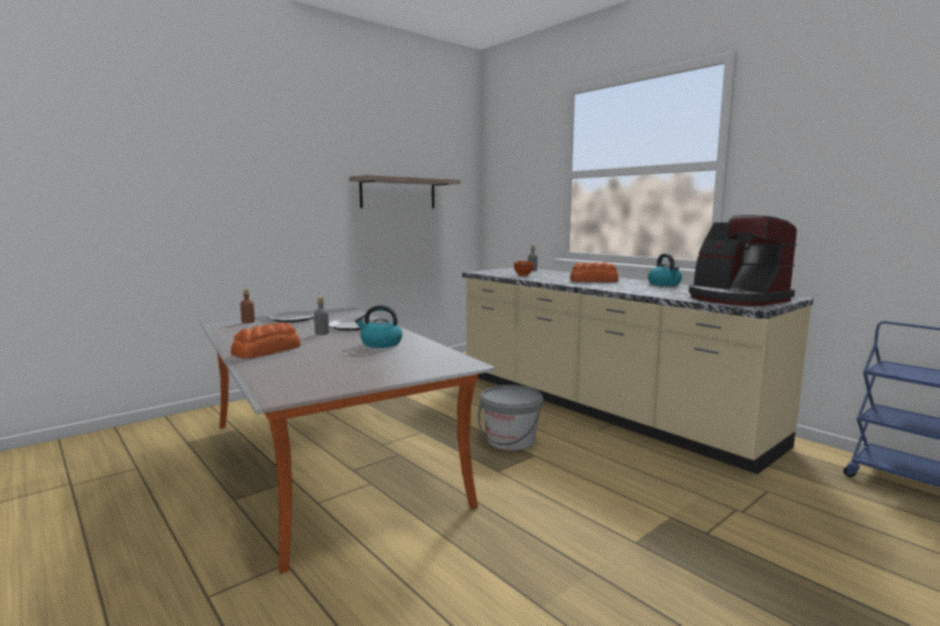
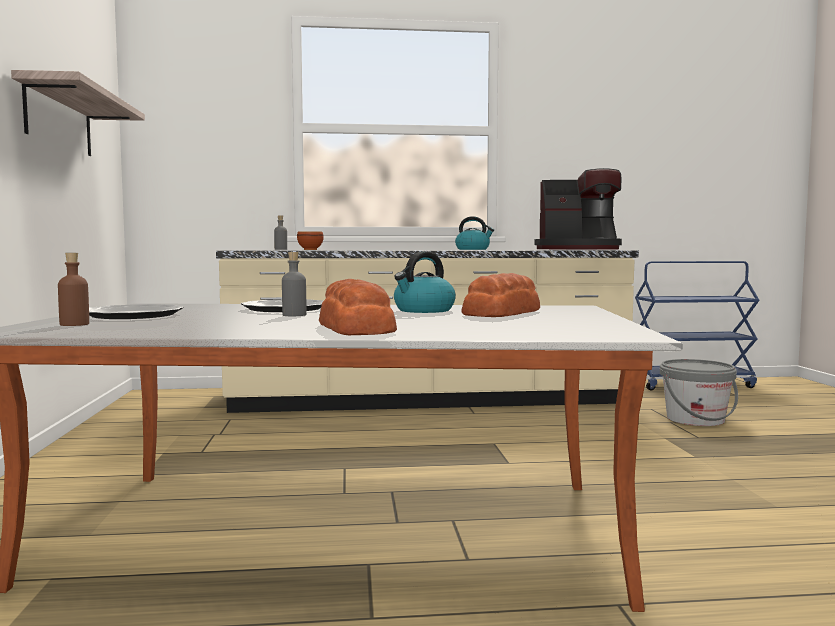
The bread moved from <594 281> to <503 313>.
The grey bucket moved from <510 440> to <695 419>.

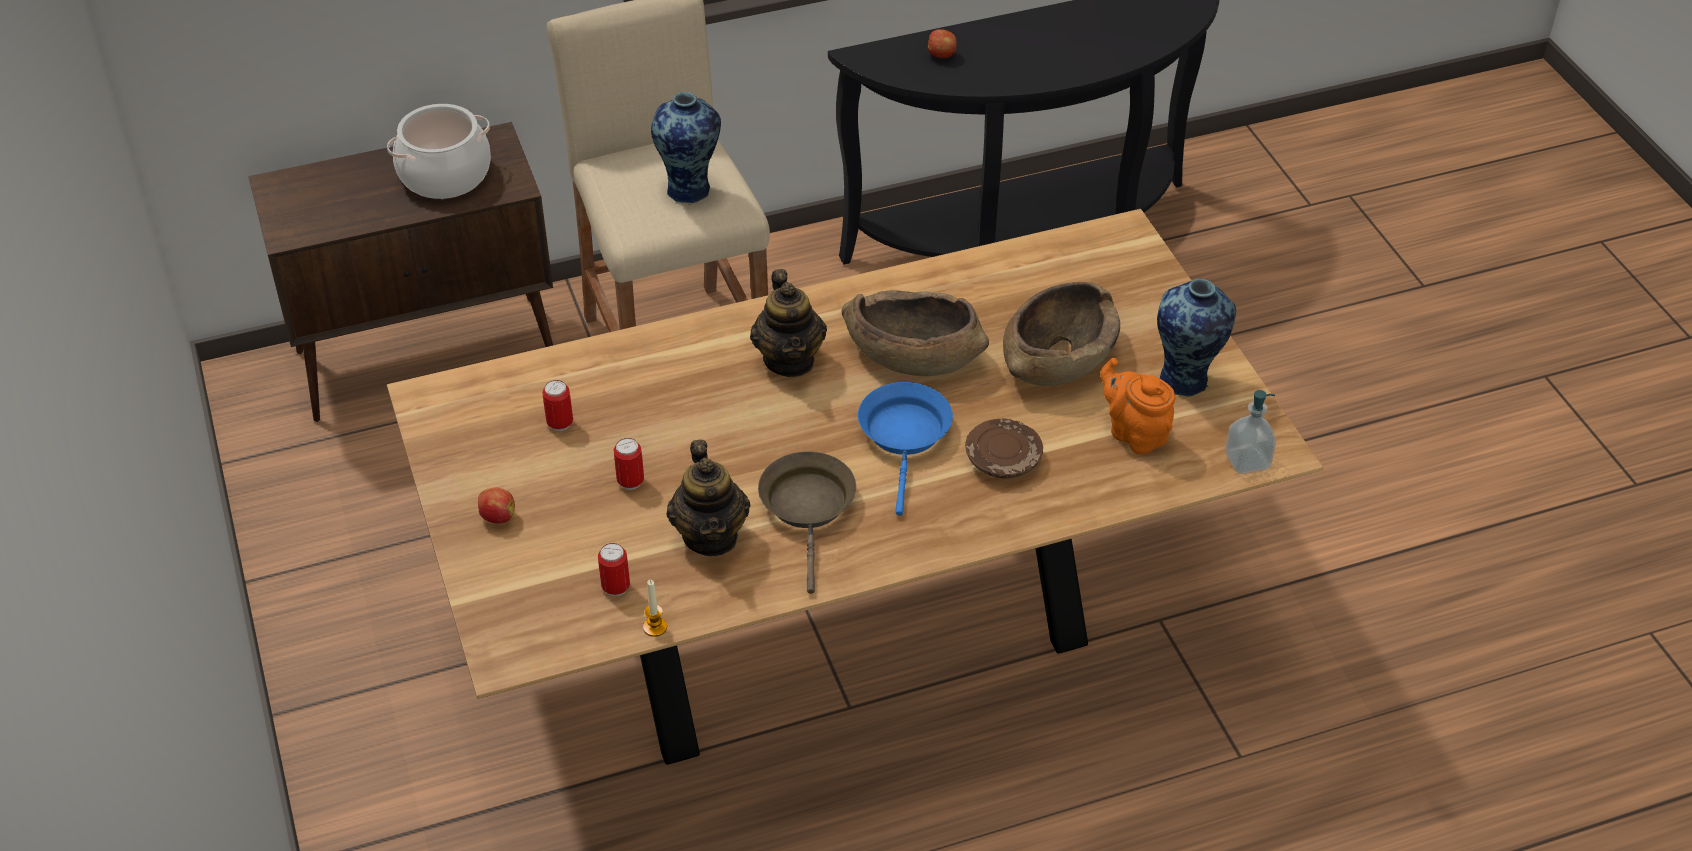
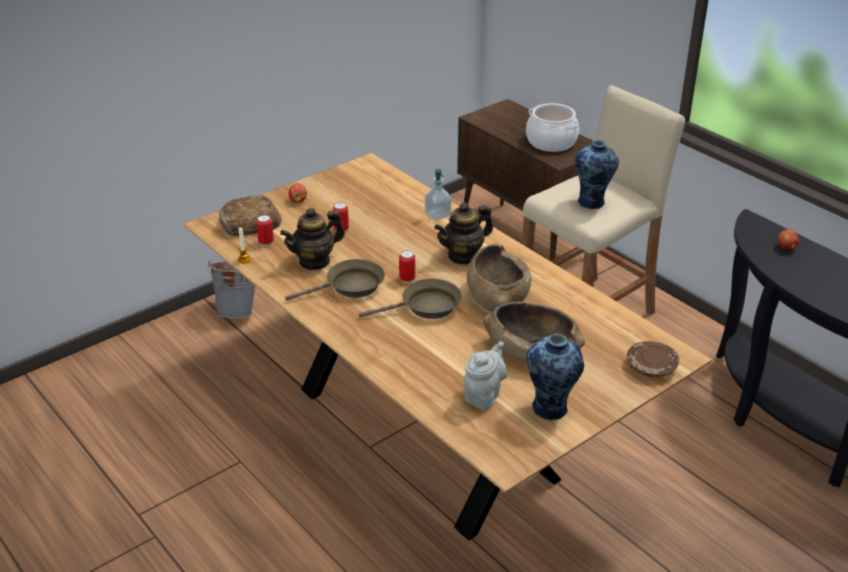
The grey bucket at <238 311> appeared.
The bread at <249 223> appeared.
The blue frying pan at <905 436> became the brown frying pan at <426 307>.
The can moved from <560 423> to <407 279>.
The soap dispenser moved from <1247 461> to <437 215>.
The orange teapot at <1134 433> became the grey teapot at <484 395>.
The brown plate moved from <1003 459> to <651 367>.

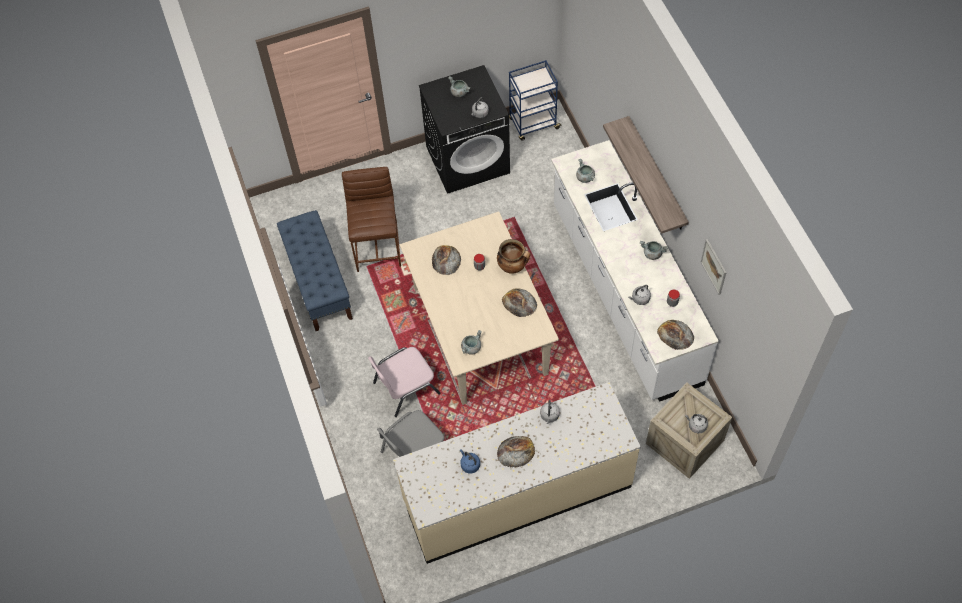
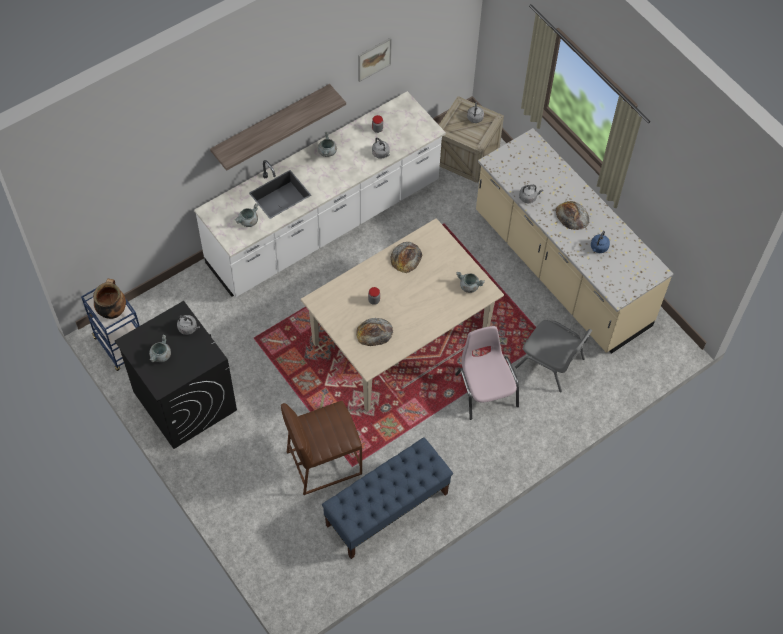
The cooking pot moved from <513 266> to <112 310>.
The pink chair at <405 388> turned 150 degrees counterclockwise.
The bread at <675 334> disappeared.

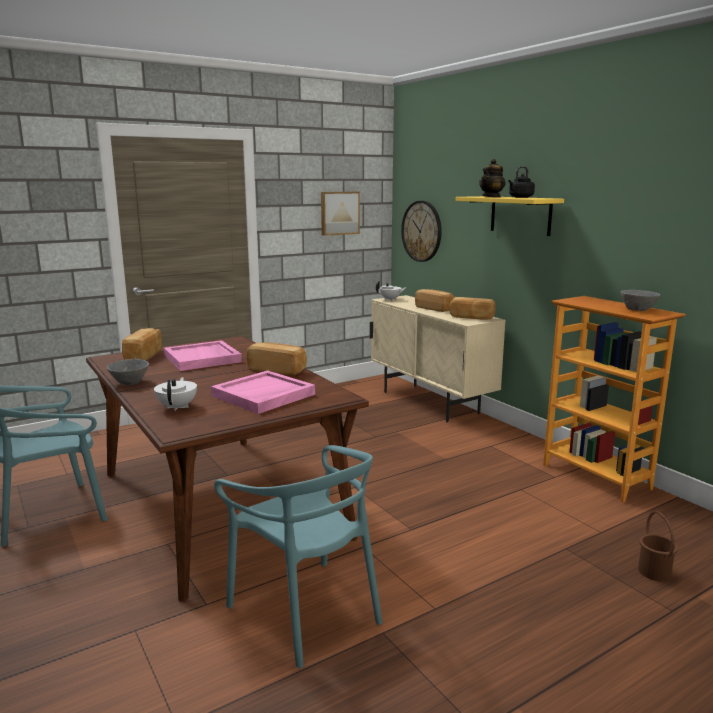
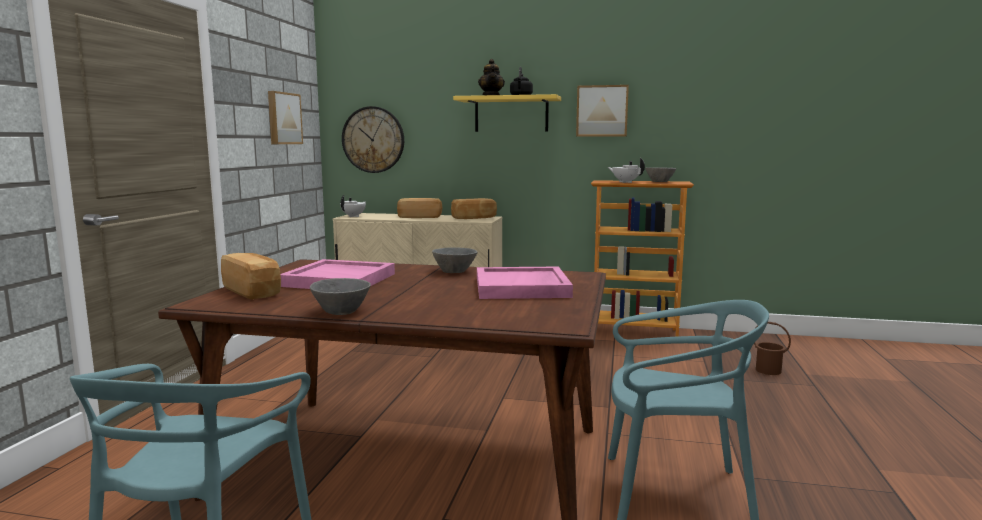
The bread at <277 370> was replaced by the grey bowl at <456 271>.
The picture at <602 111> appeared.
The white teapot moved from <177 407> to <625 182>.

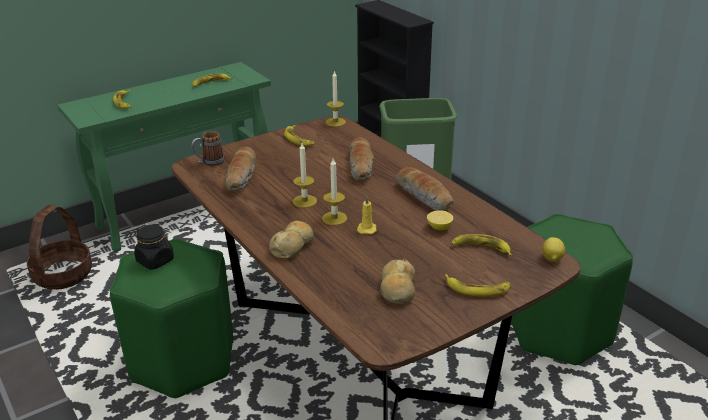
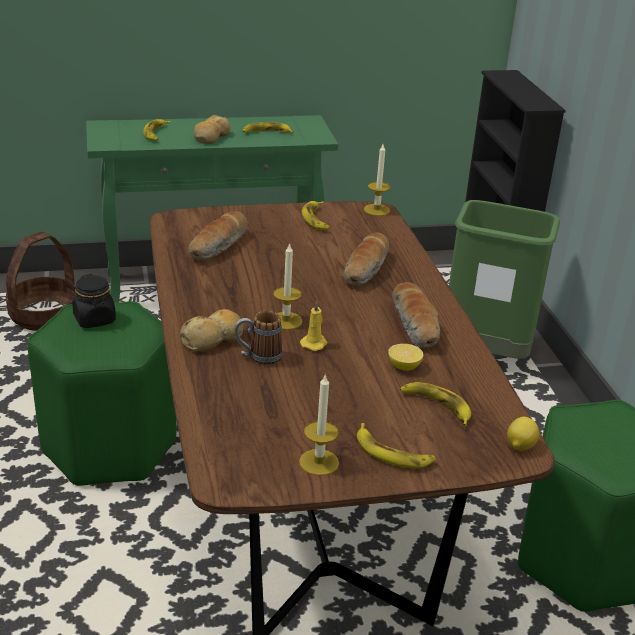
The bread moved from <397 289> to <211 137>.
The mug moved from <209 163> to <258 357>.
The candle moved from <304 201> to <319 462>.

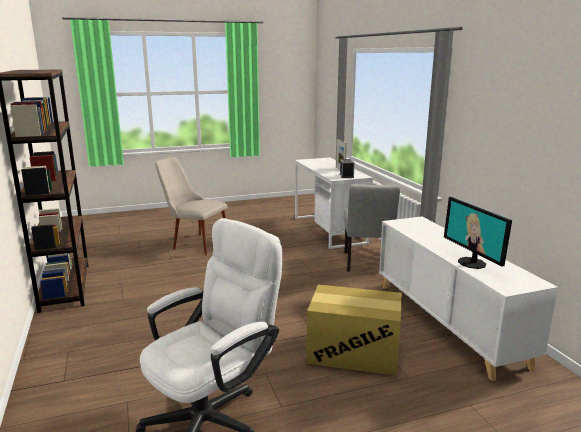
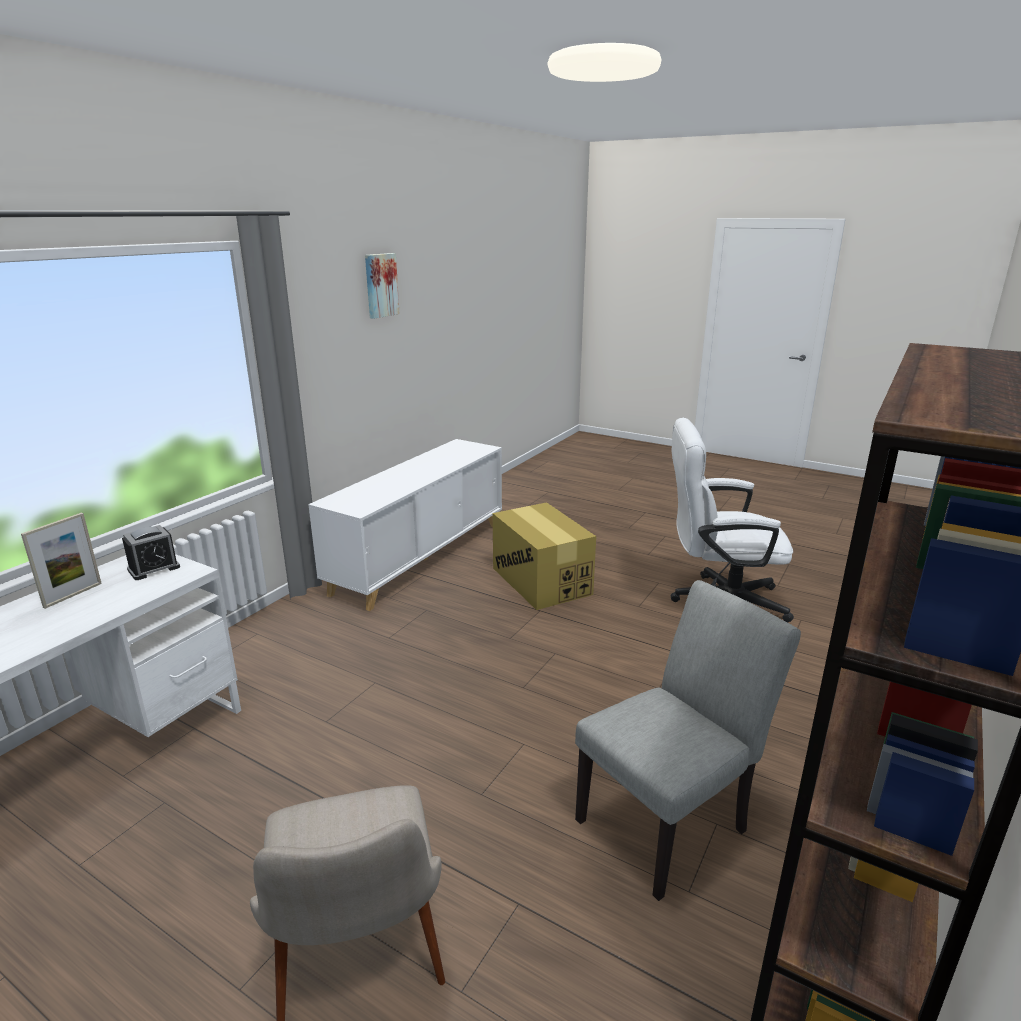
The picture at <380 285> appeared.
The grey chair moved from <367 264> to <671 820>.
The monitor at <472 263> disappeared.

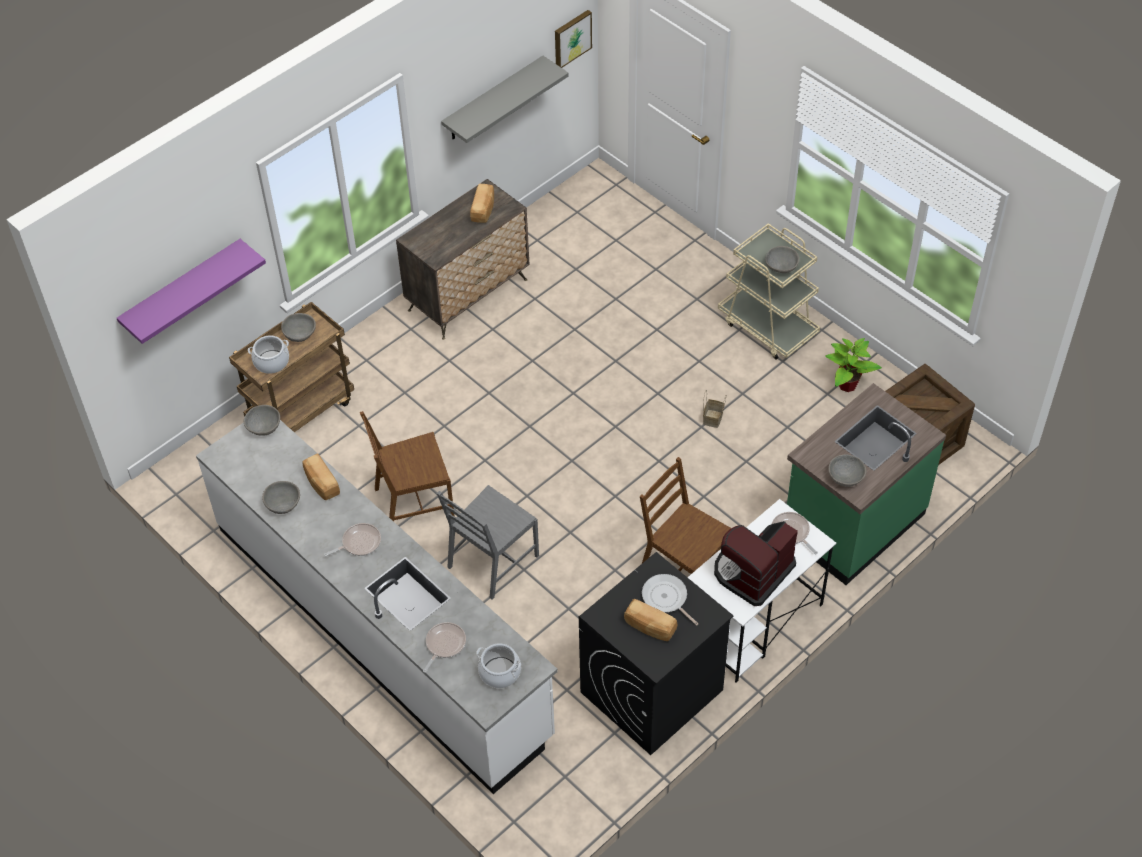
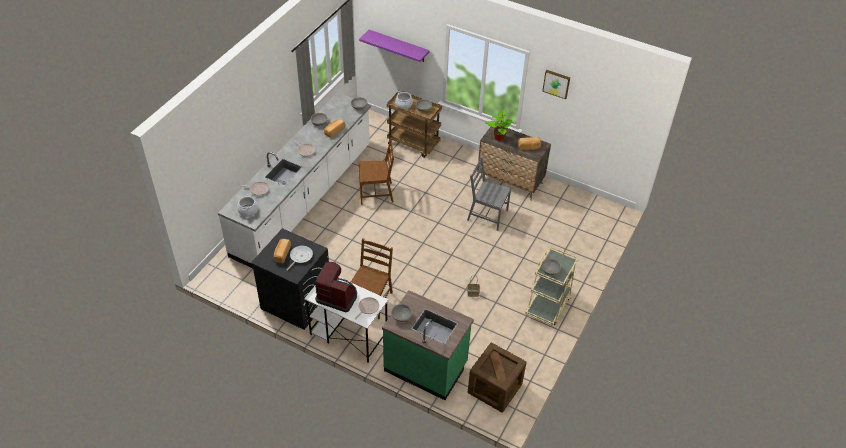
The brown chair at <413 502> turned 120 degrees clockwise.
The grey chair moved from <492 561> to <487 215>.
The potted plant moved from <846 385> to <499 137>.
The picture moved from <571 38> to <556 83>.
The grey shelf at <493 99> disappeared.

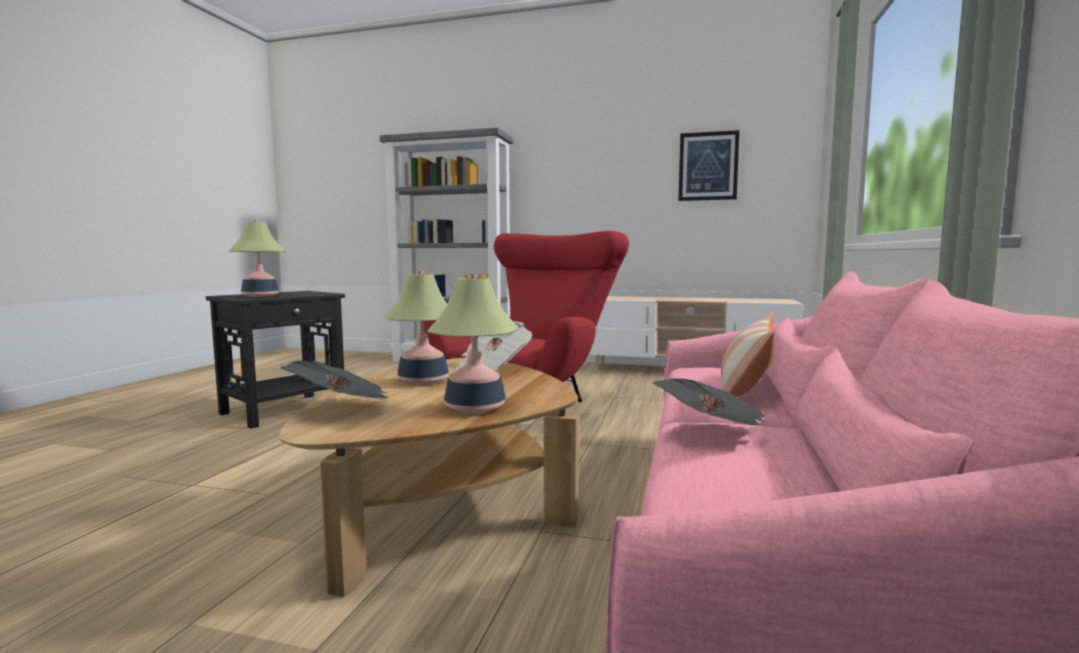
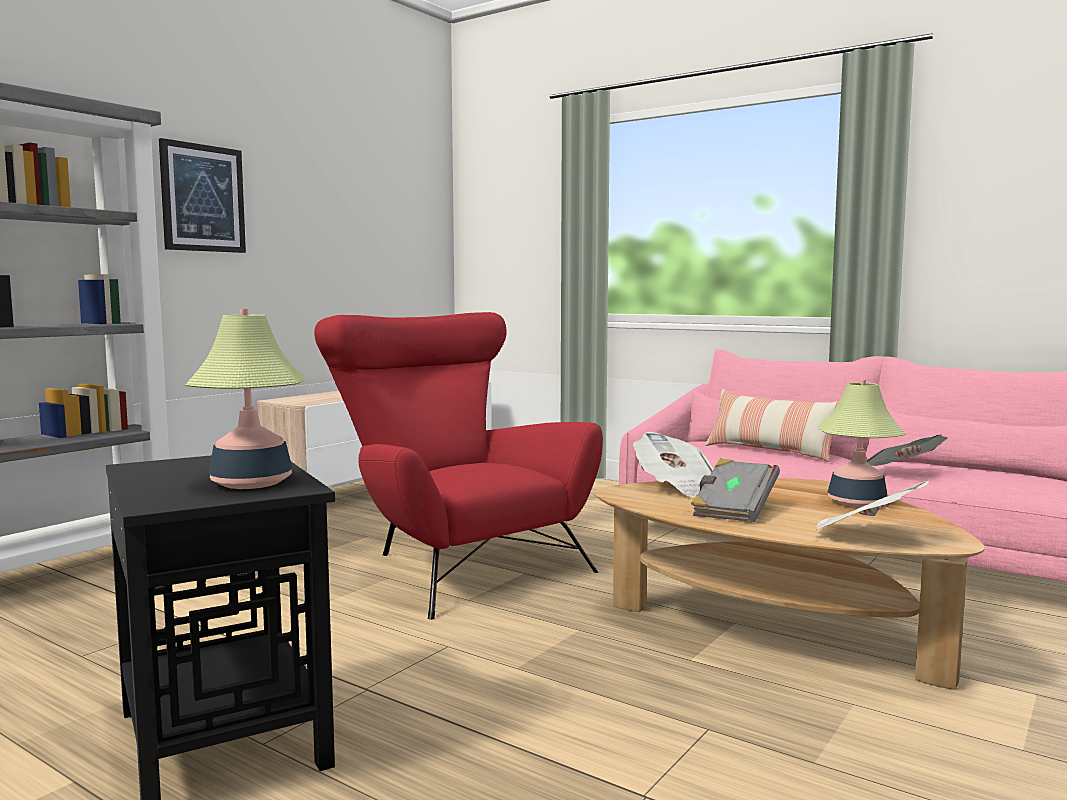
The picture moved from <708 166> to <202 198>.
The table lamp at <423 380> was replaced by the grey book at <733 509>.

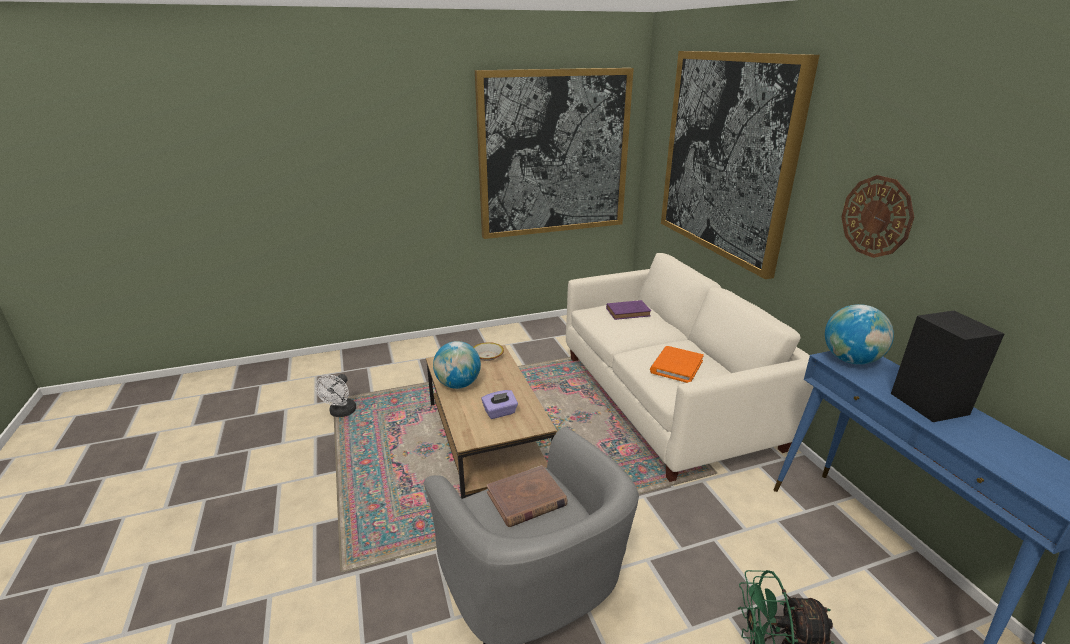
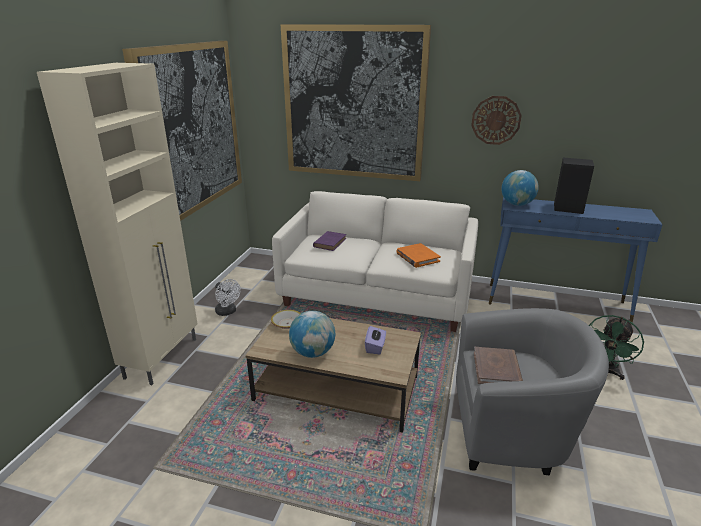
The beige cabinet at <163 357> appeared.
The white fan moved from <341 413> to <227 312>.

